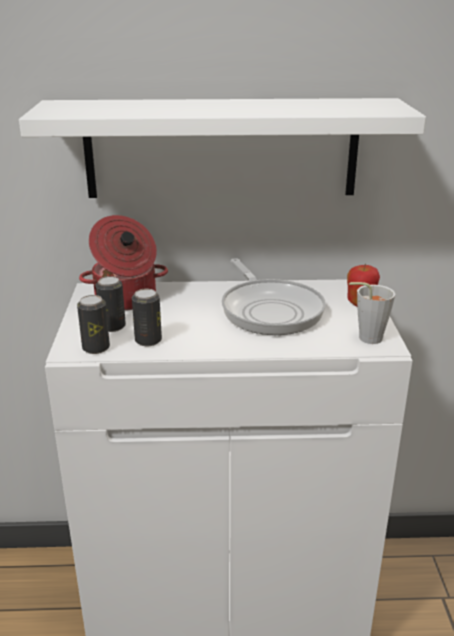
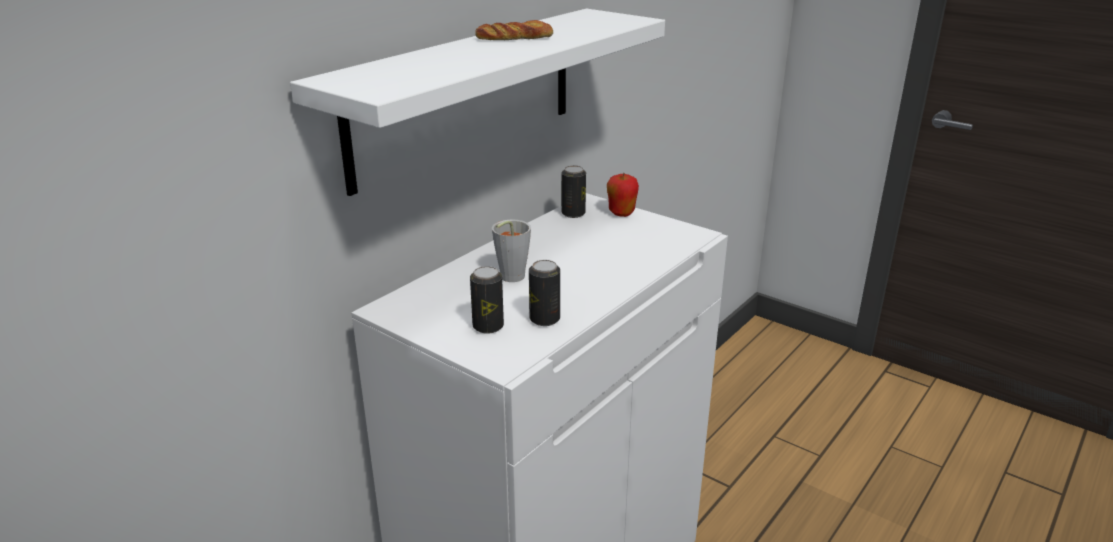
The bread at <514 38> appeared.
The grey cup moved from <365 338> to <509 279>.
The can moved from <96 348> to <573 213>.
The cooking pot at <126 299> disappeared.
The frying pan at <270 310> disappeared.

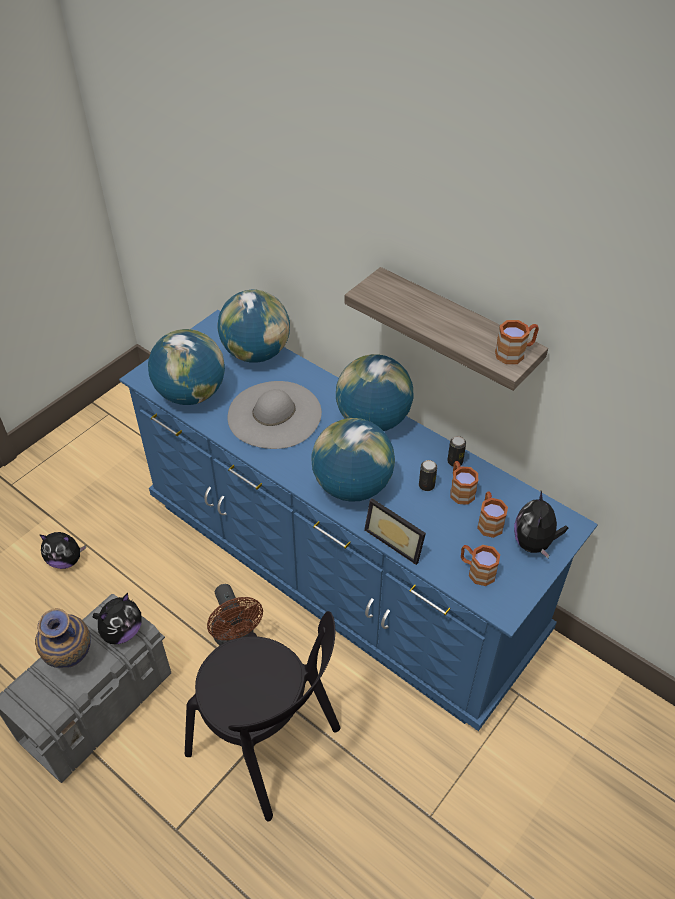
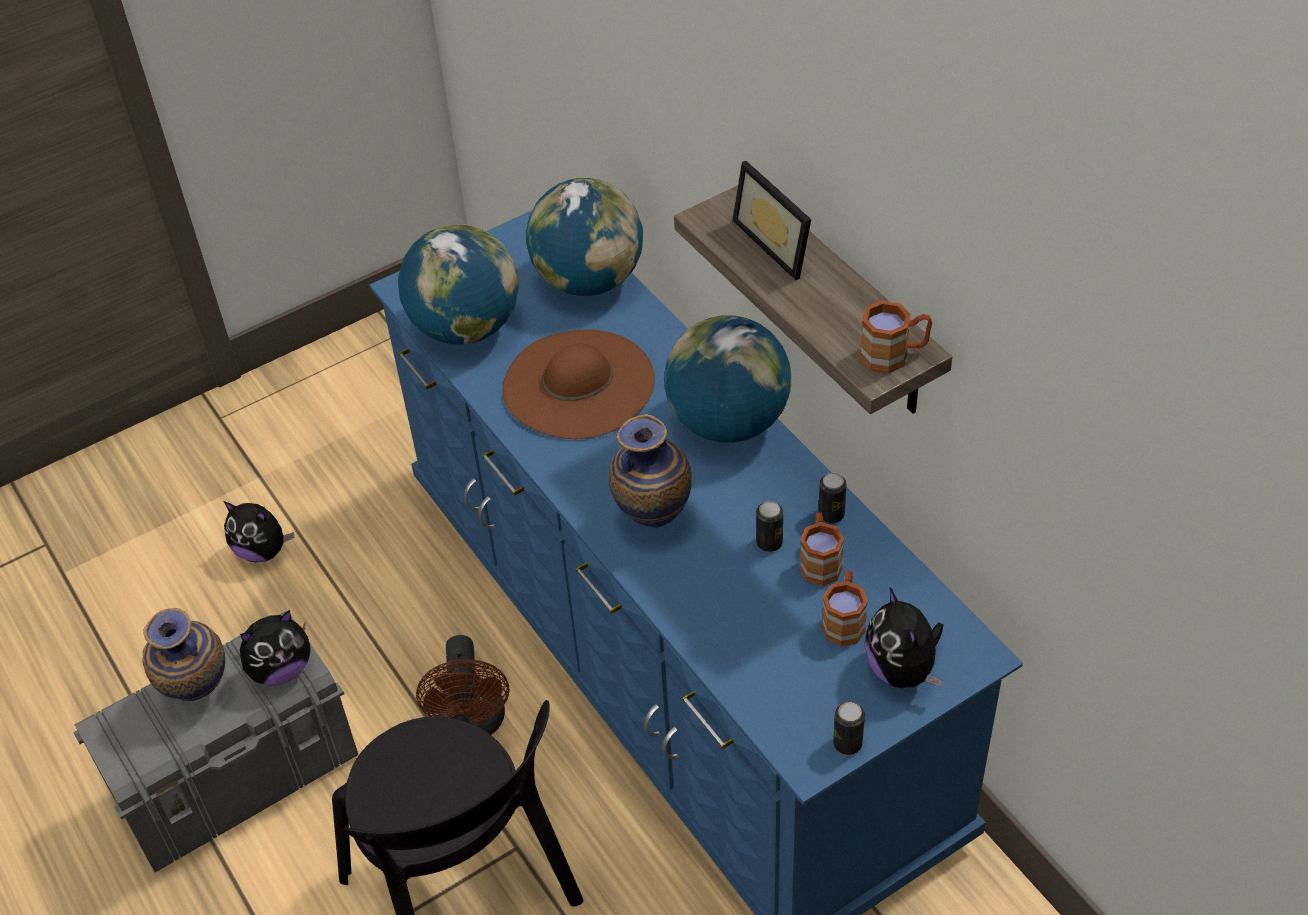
The grey hat at <274 415> became the brown hat at <578 384>.
The globe at <352 486> was replaced by the vase at <653 519>.
The picture frame moved from <397 539> to <780 242>.
The can at <847 743> appeared.
The plush toy at <534 543> turned 45 degrees counterclockwise.
The brown mug at <476 571> disappeared.

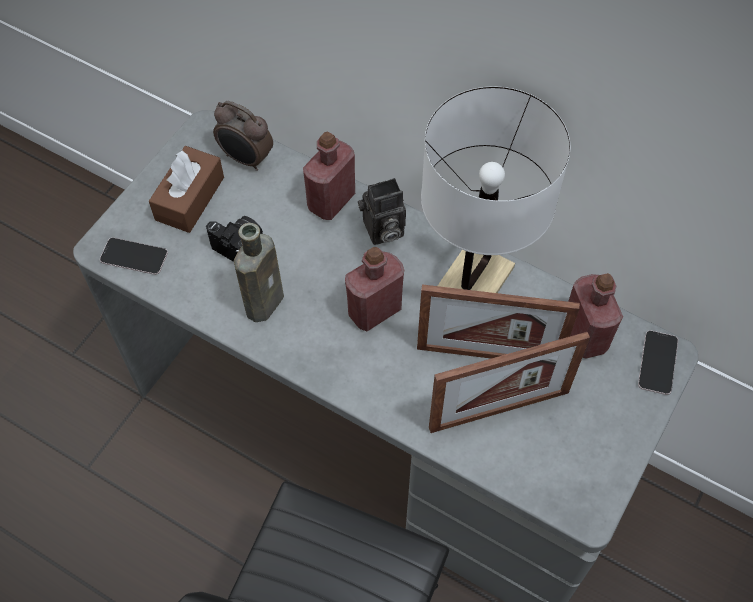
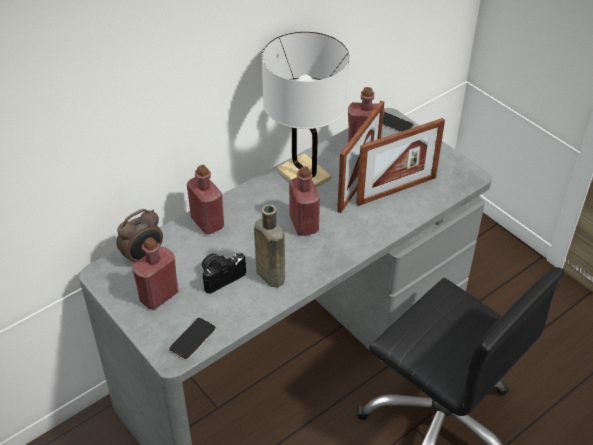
The brown tissue box at <190 198> was replaced by the red bottle at <159 296>.
The picture frame at <499 410> turned 60 degrees clockwise.
The photo camera at <382 231> disappeared.

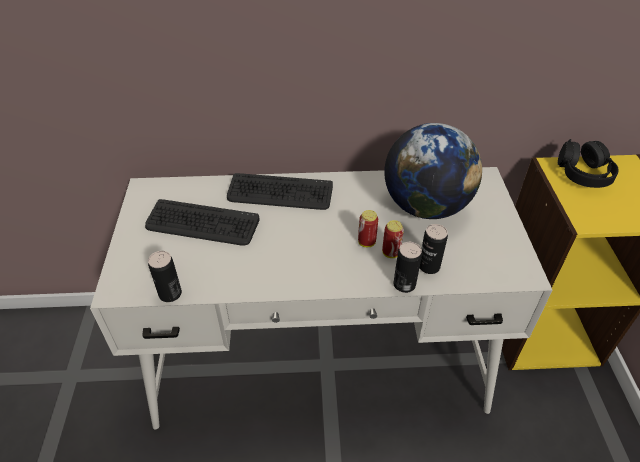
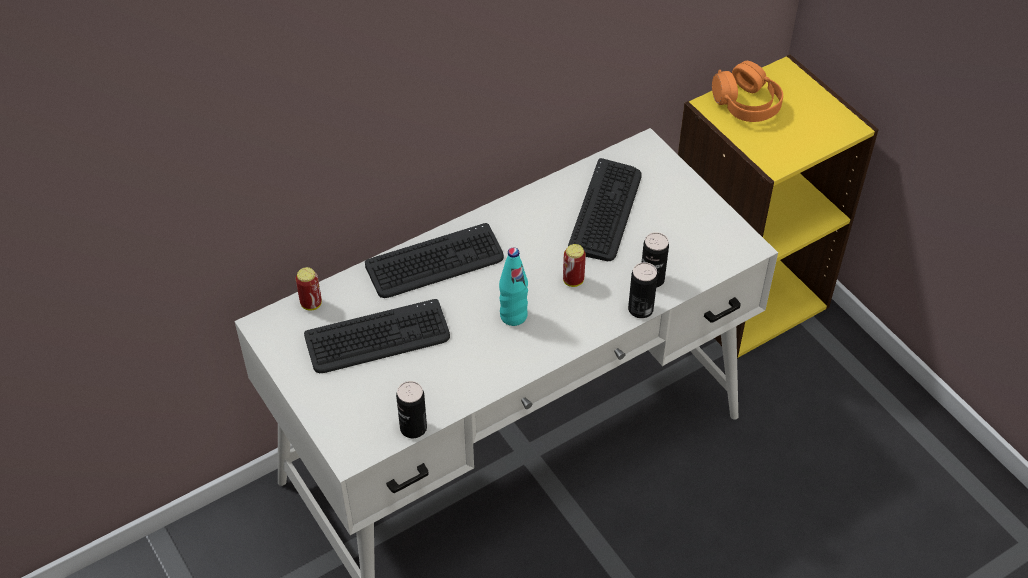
The can moved from <390 253> to <311 304>.
The turquoise bottle at <513 316> appeared.
The globe at <425 206> was replaced by the keyboard at <605 211>.
The black headphones at <583 174> became the orange headphones at <746 104>.

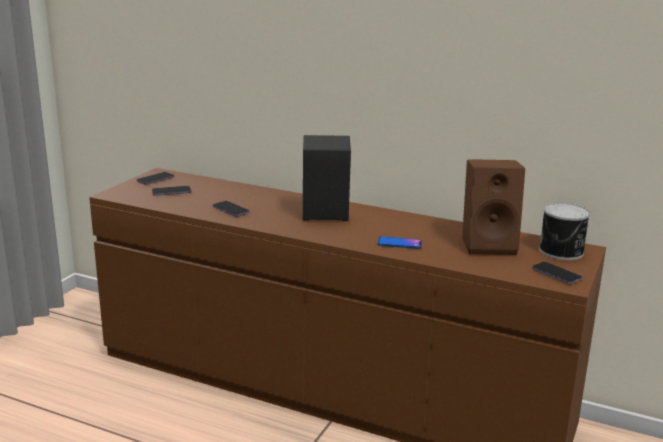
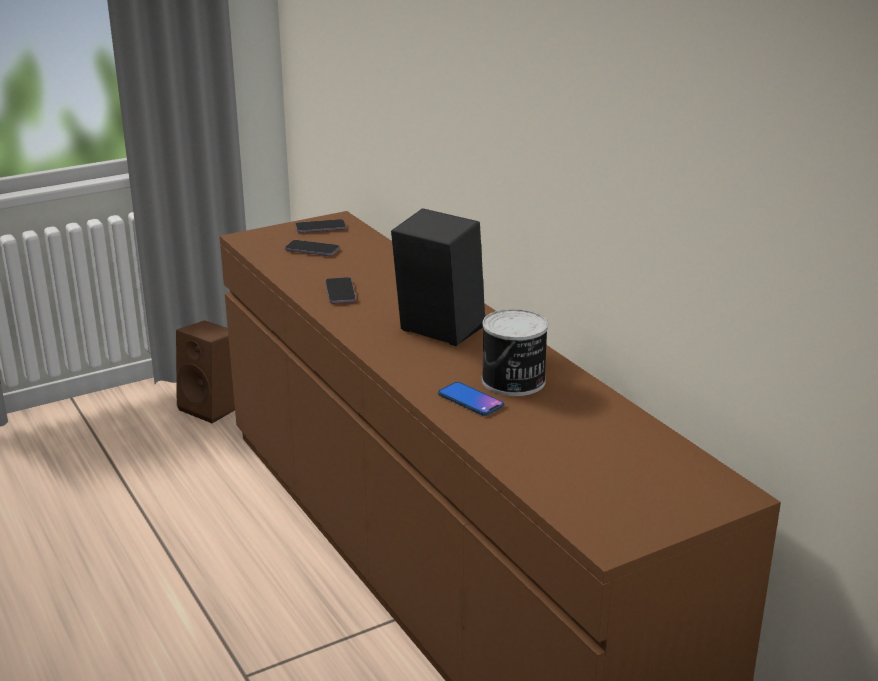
The brown speaker moved from <489 245> to <214 407>.
The can moved from <562 251> to <514 381>.
The phone at <556 274> disappeared.

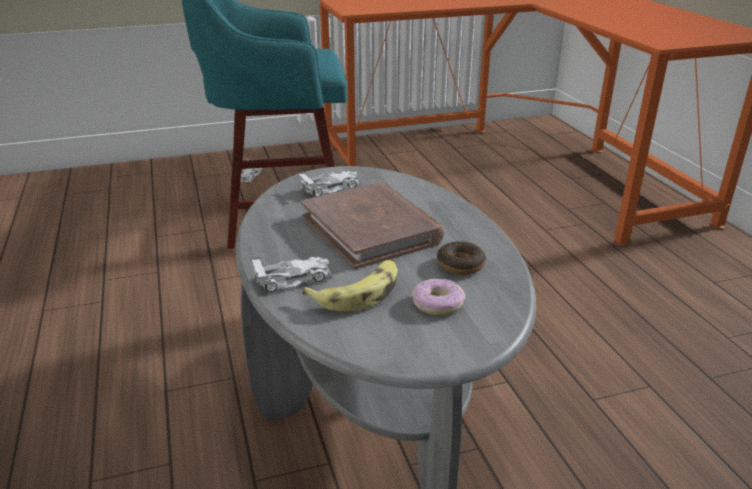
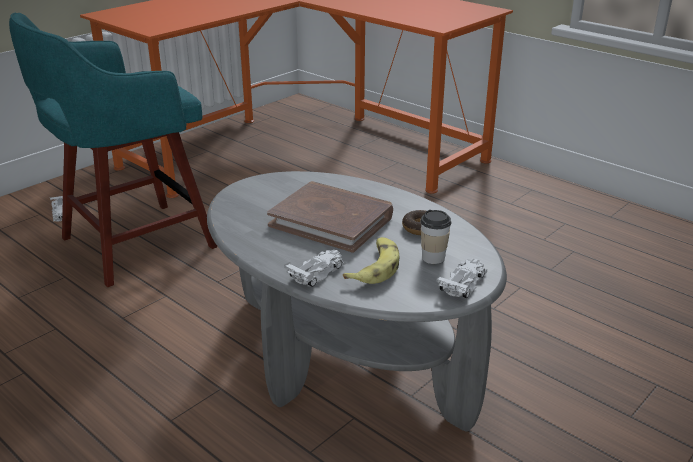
The donut at <437 303> was replaced by the cup at <433 258>.
The white toy car moved from <331 188> to <463 283>.

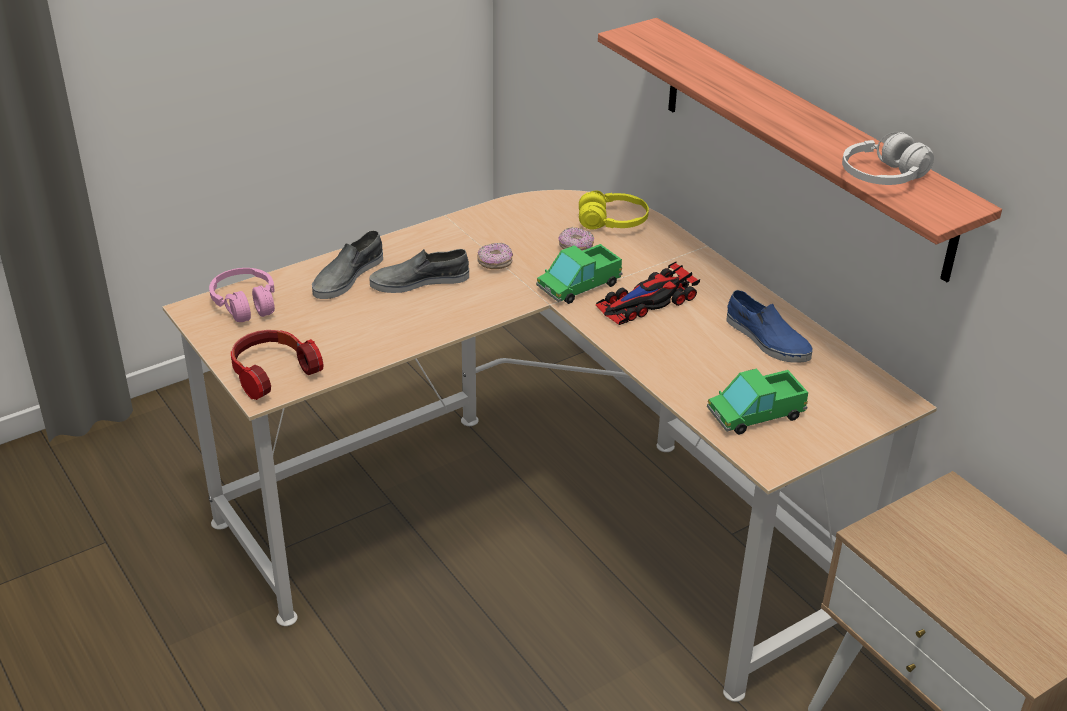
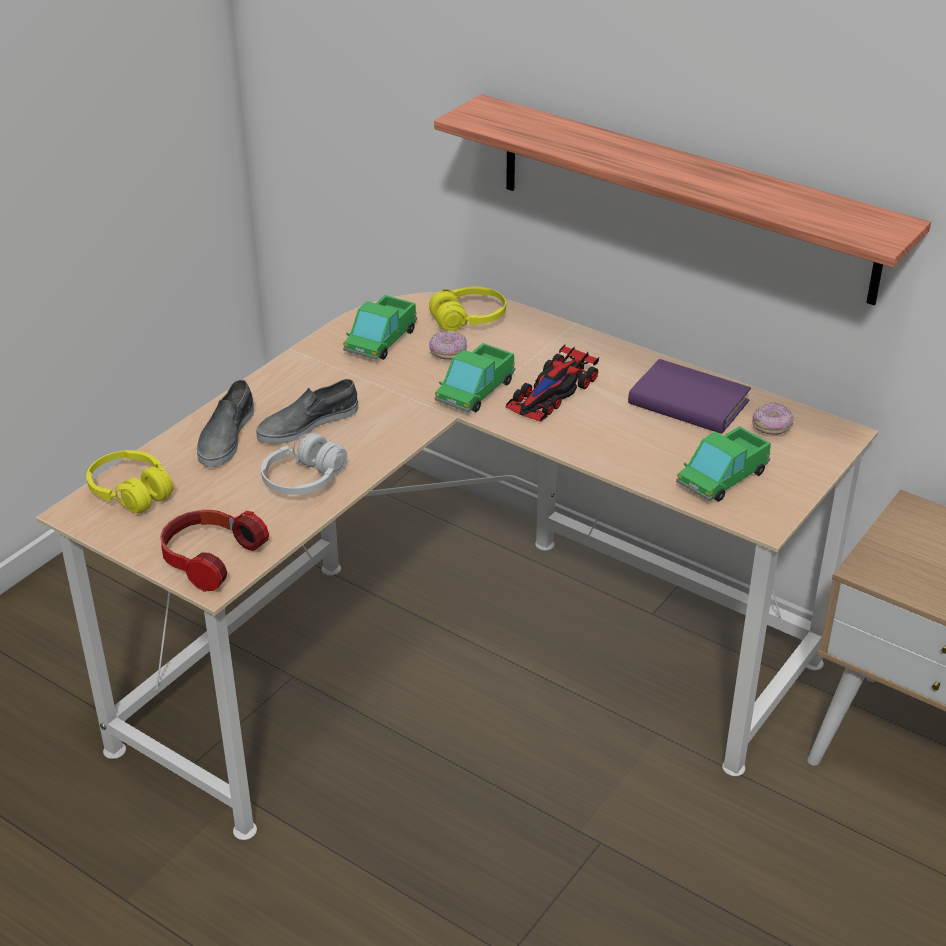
The pink headphones at <245 304> became the yellow headphones at <131 492>.
The white headphones moved from <883 177> to <304 480>.
The toy truck at <381 341> appeared.
The blue shoe at <766 339> was replaced by the purple book at <688 403>.
The donut moved from <495 263> to <771 427>.

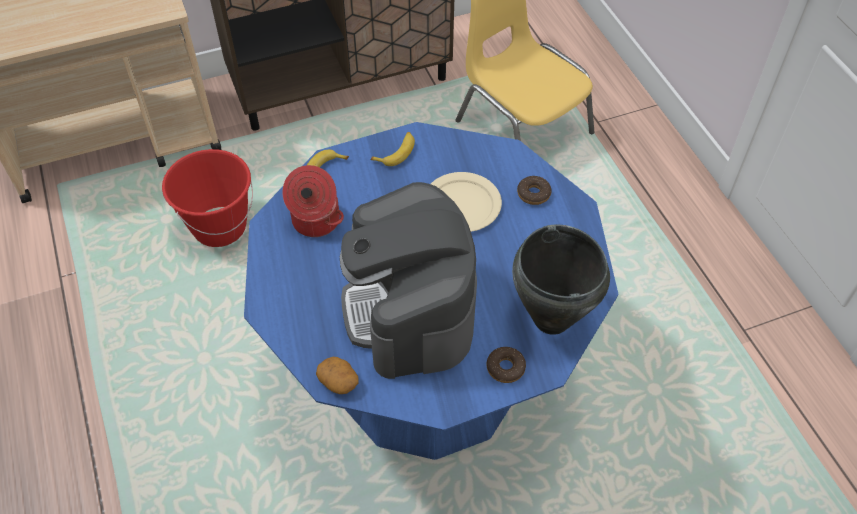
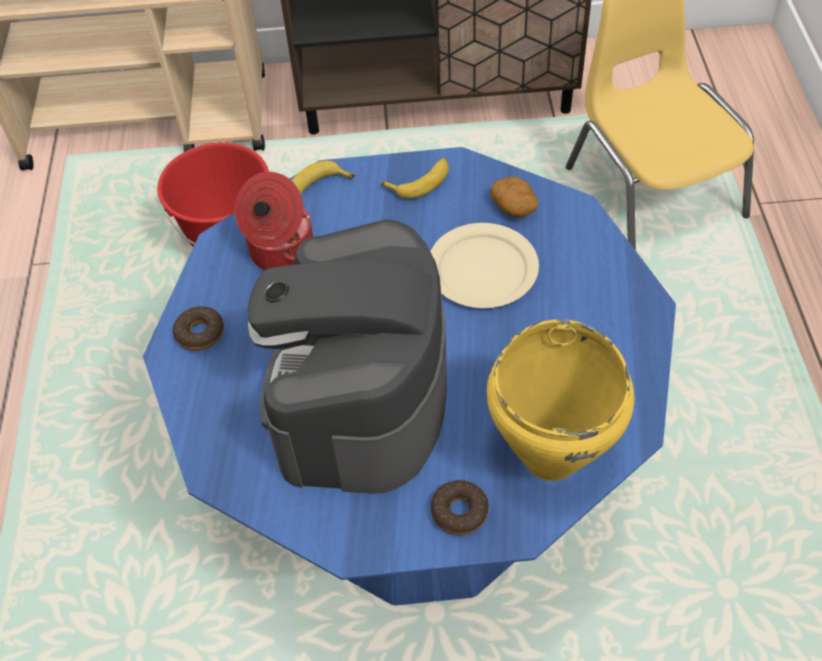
The donut moved from <533 194> to <200 333>.
The black cooking pot at <551 320> became the yellow cooking pot at <549 458>.
The potato moved from <339 381> to <514 207>.

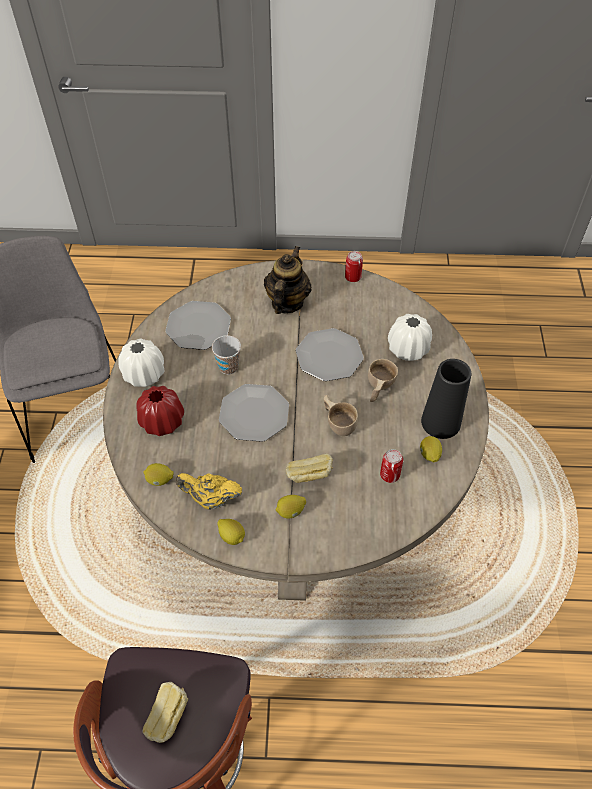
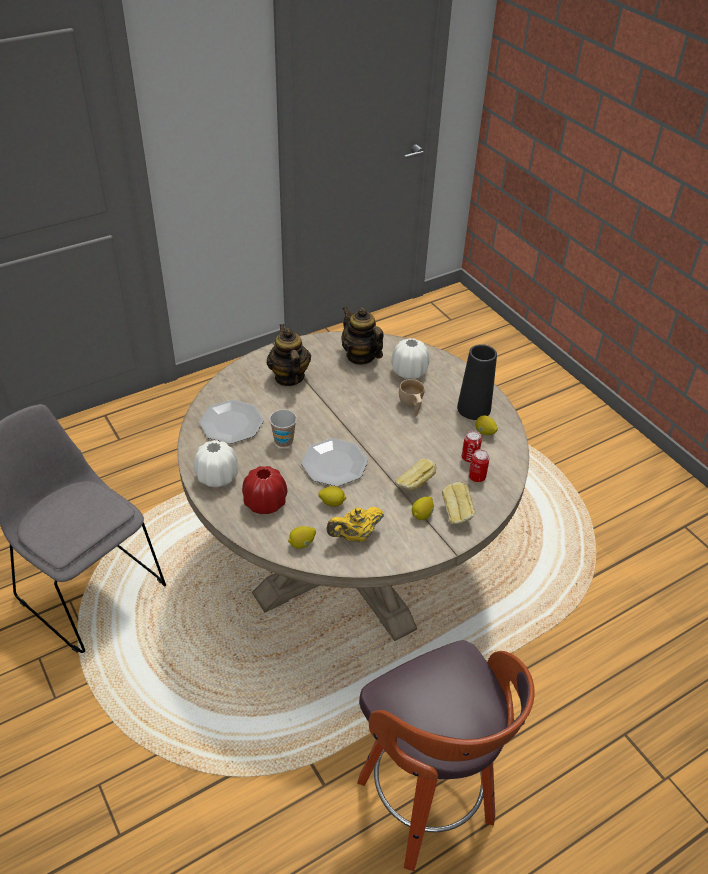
The lemon moved from <232 536> to <332 502>.
The teapot at <360 356> appeared.
The bread moved from <168 717> to <456 514>.
The can moved from <353 277> to <477 477>.
The plate at <329 356> disappeared.
The beige cup at <338 423> disappeared.

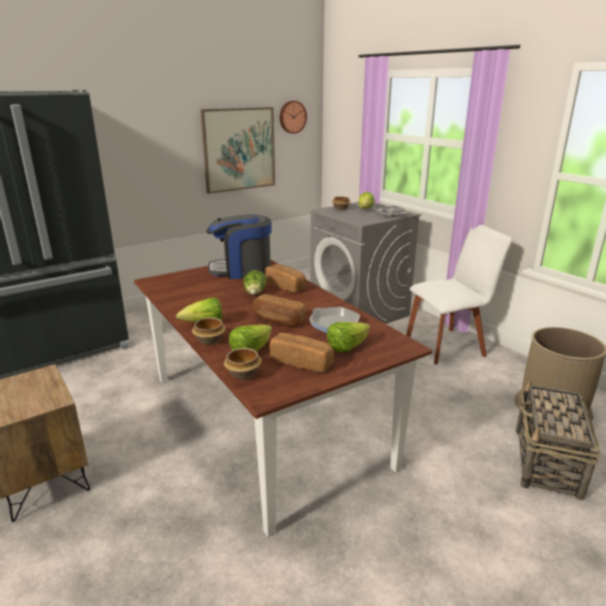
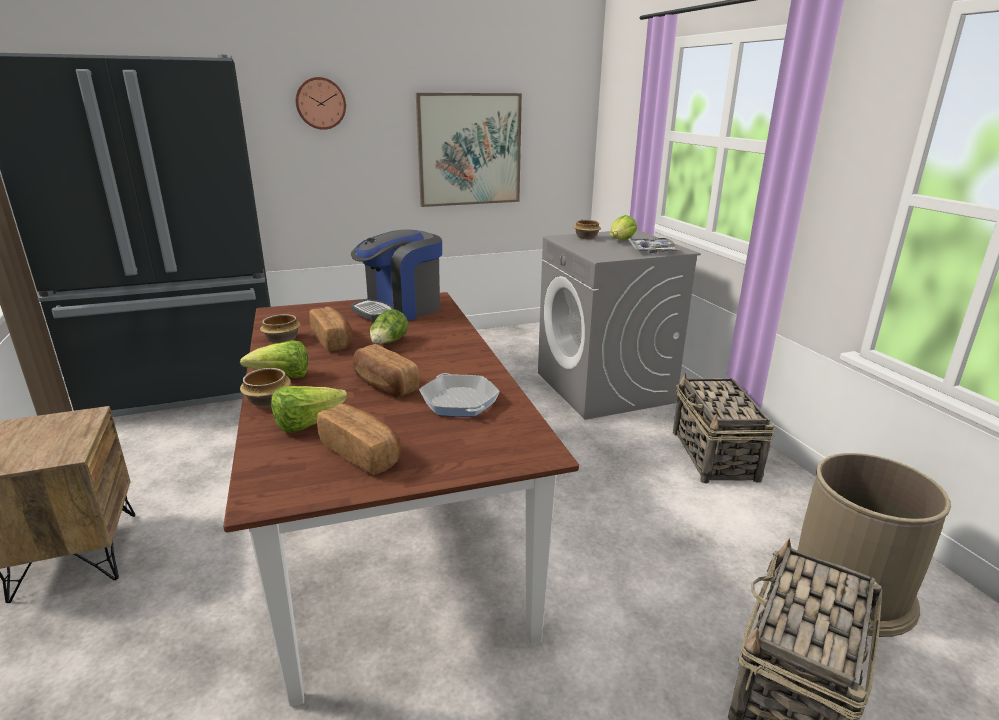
The bowl moved from <243 374> to <282 340>.
The wall clock moved from <292 117> to <320 103>.
The bread moved from <286 286> to <333 340>.
The coffee machine at <241 270> turned 45 degrees counterclockwise.
The white chair at <448 345> was replaced by the basket at <714 456>.
The lettuce at <347 347> disappeared.

